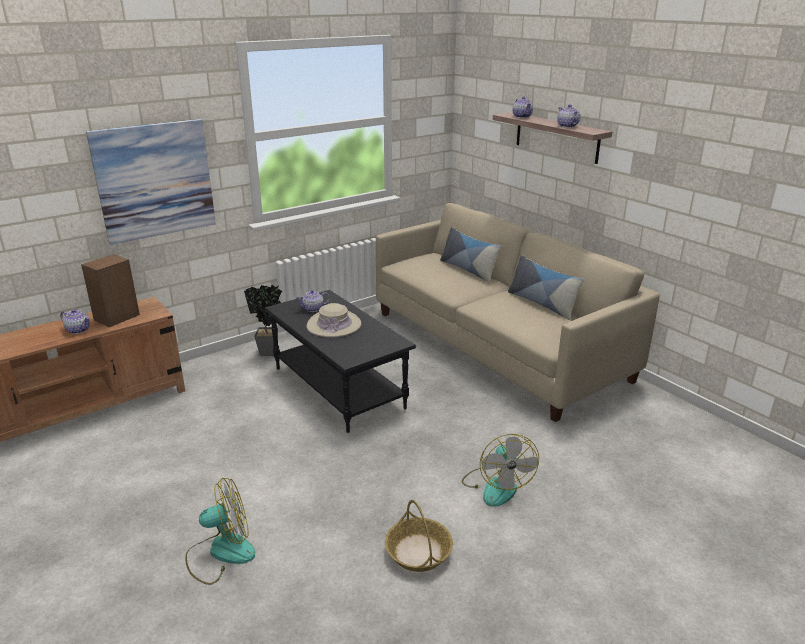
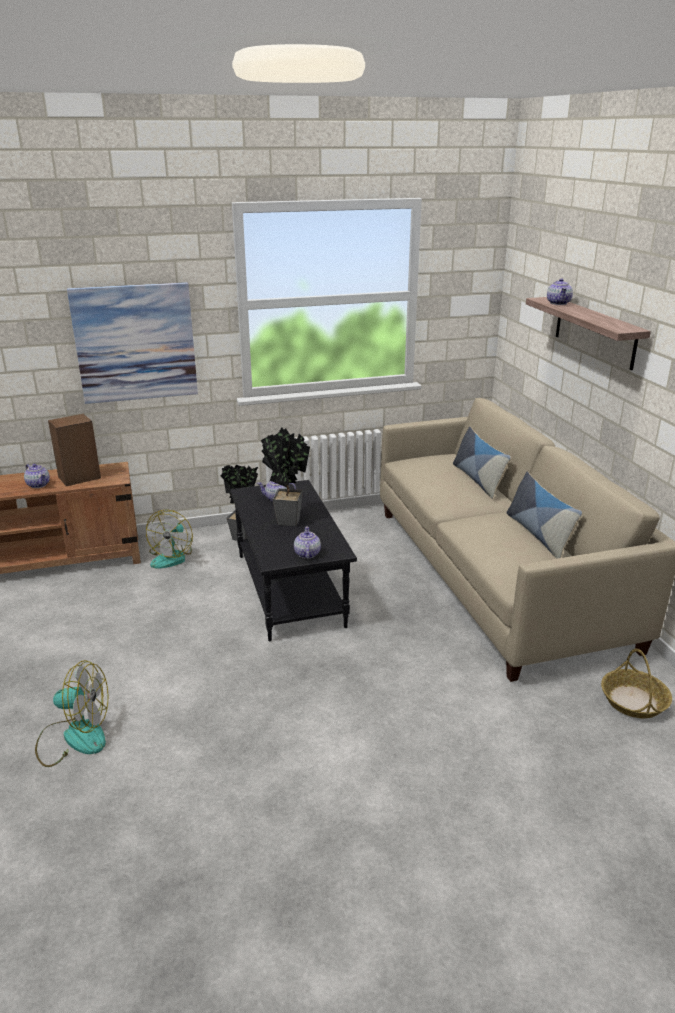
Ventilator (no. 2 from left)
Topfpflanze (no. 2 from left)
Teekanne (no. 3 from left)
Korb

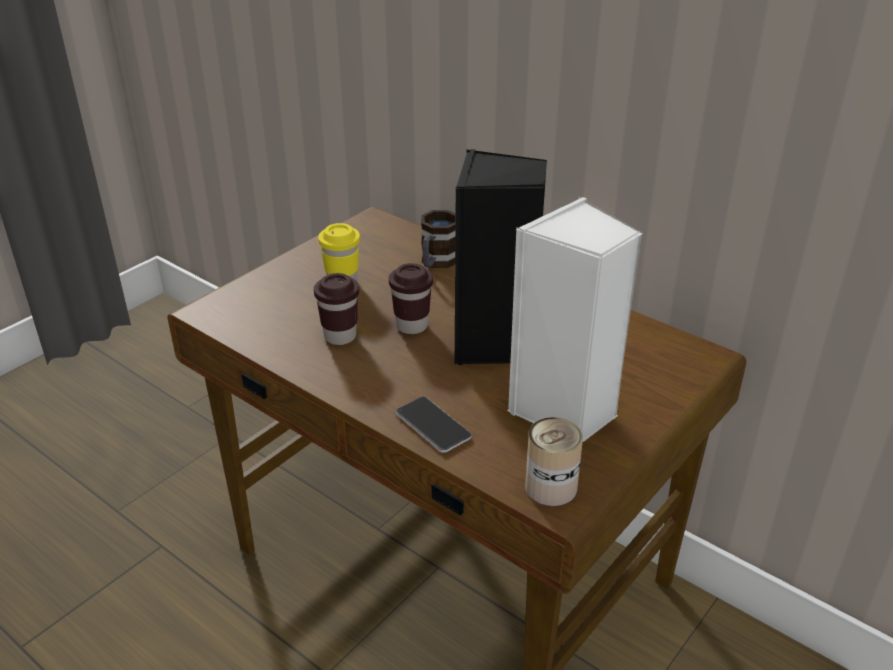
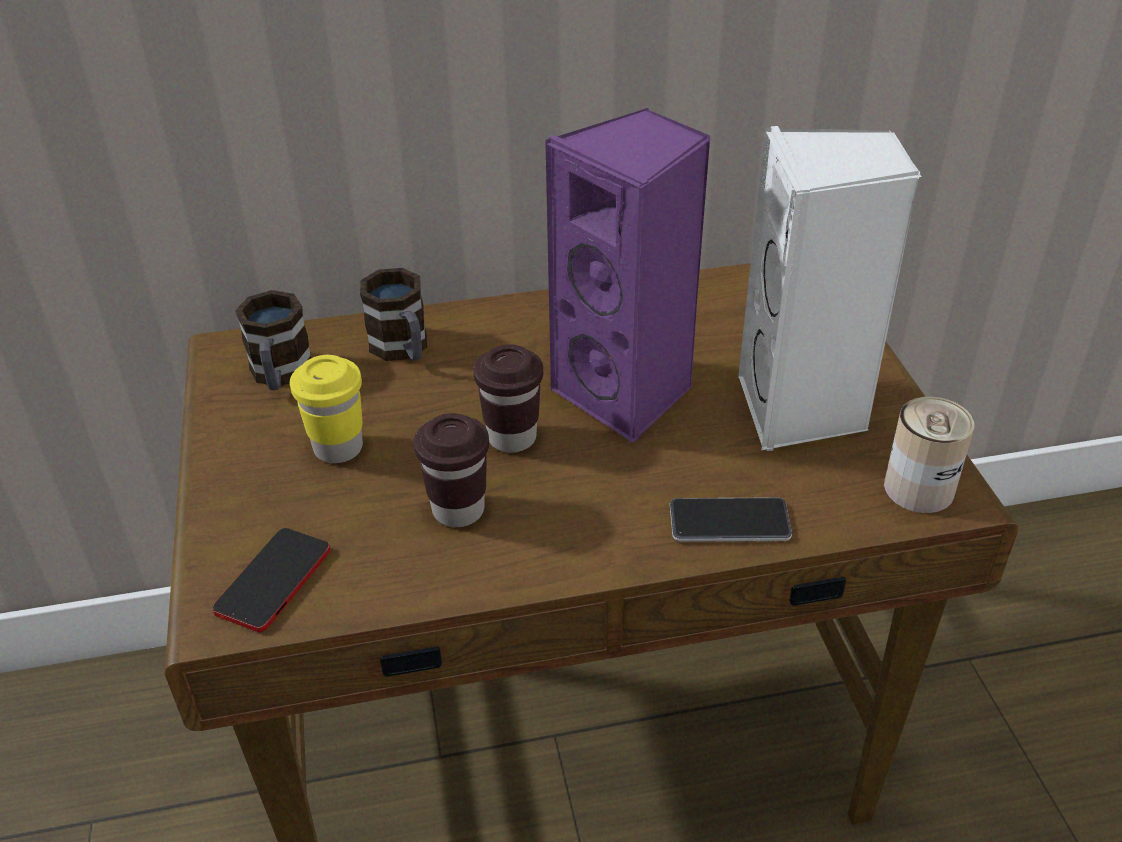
Handy (no. 1 from left)
Henkelbecher (no. 1 from left)
Lautsprecher [lila]

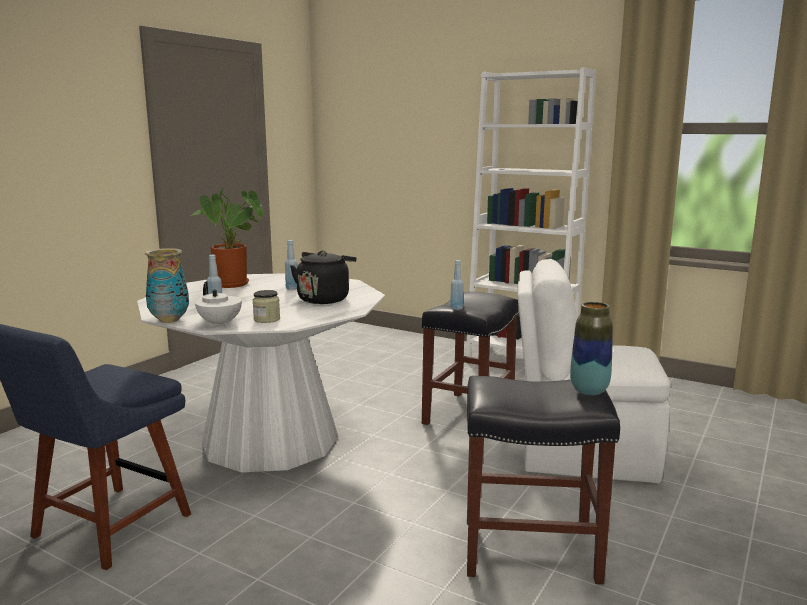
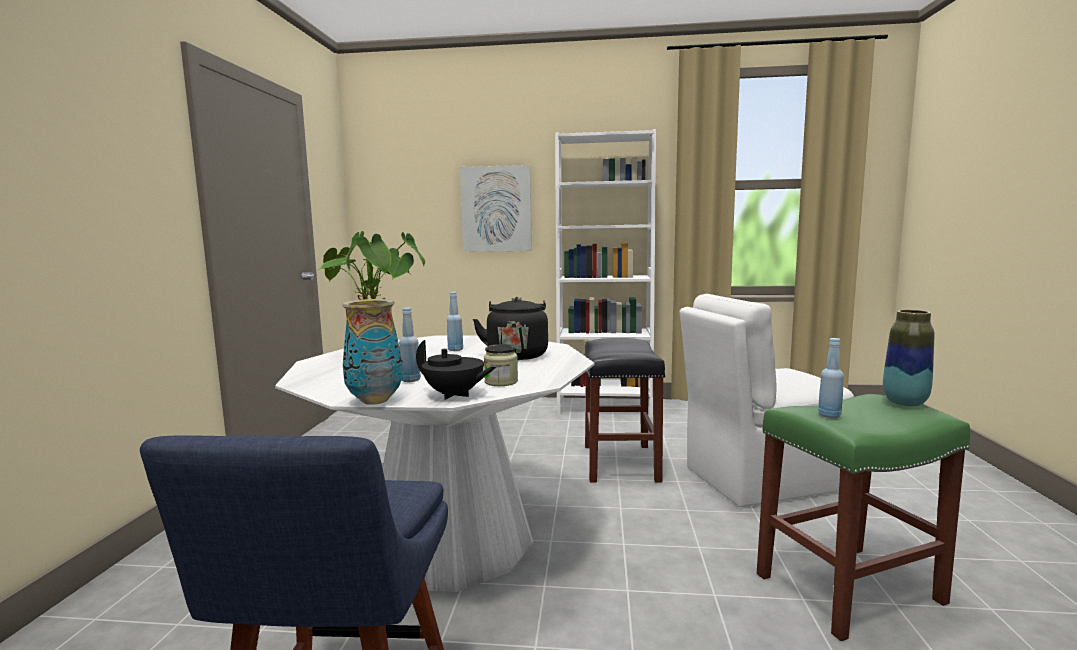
Teekanne [schwarz]
Bild
Hocker [grün]
Flasche [blau] (no. 3 from left)

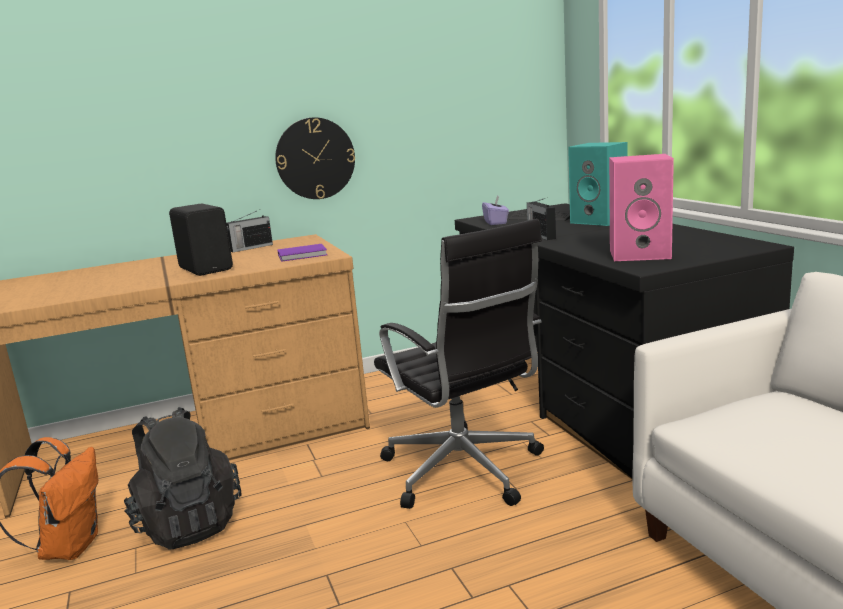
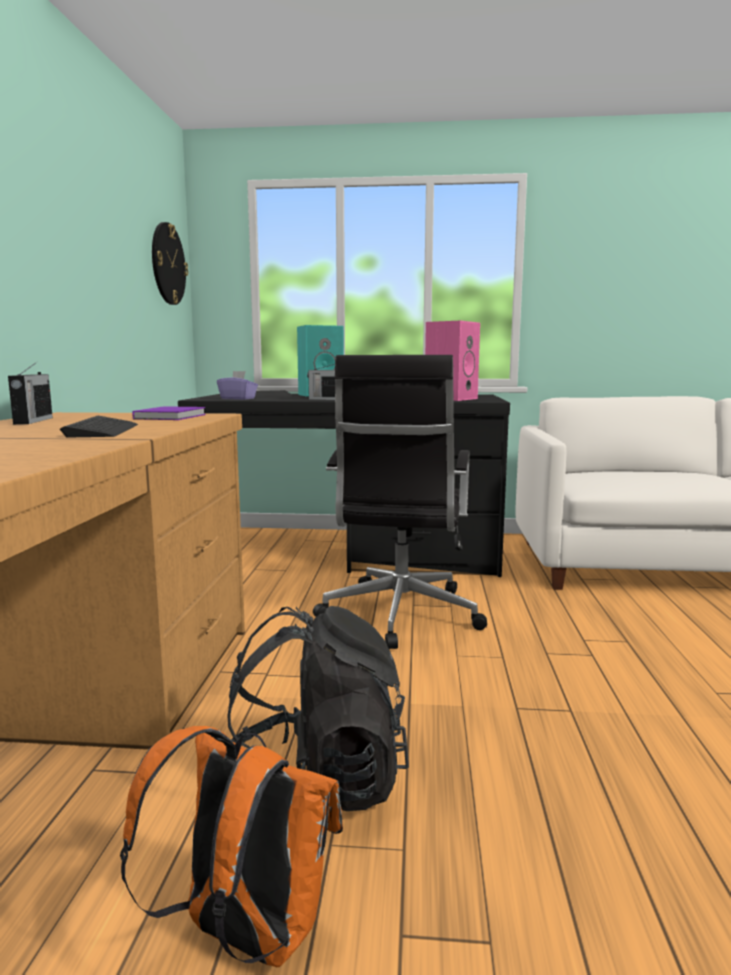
Tastatur (no. 1 from left)
Wanduhr
Bürostuhl [schwarz]

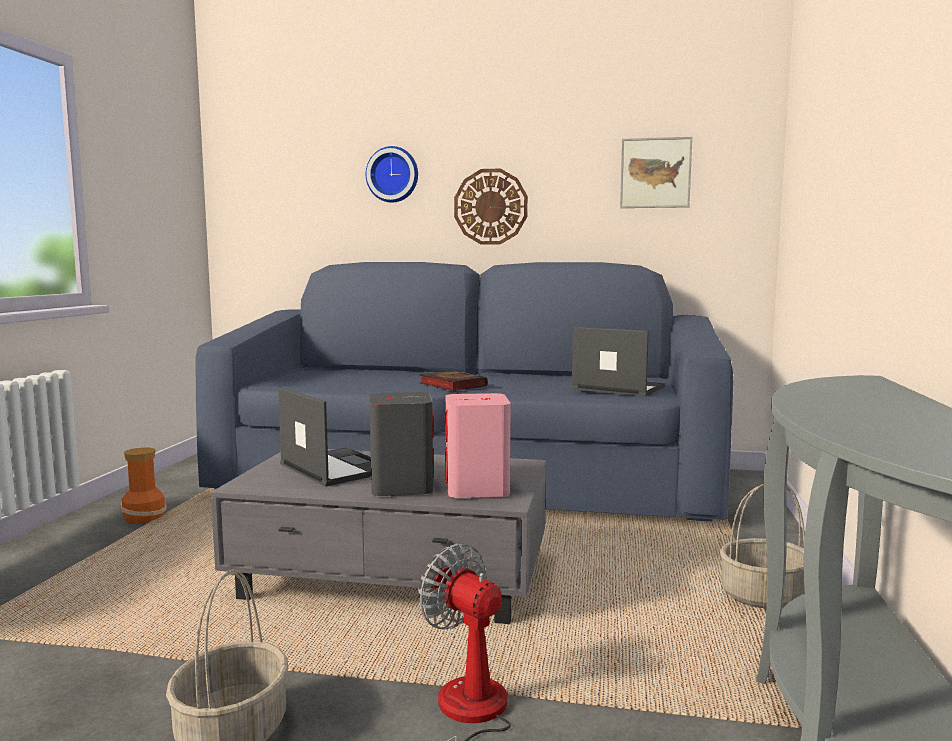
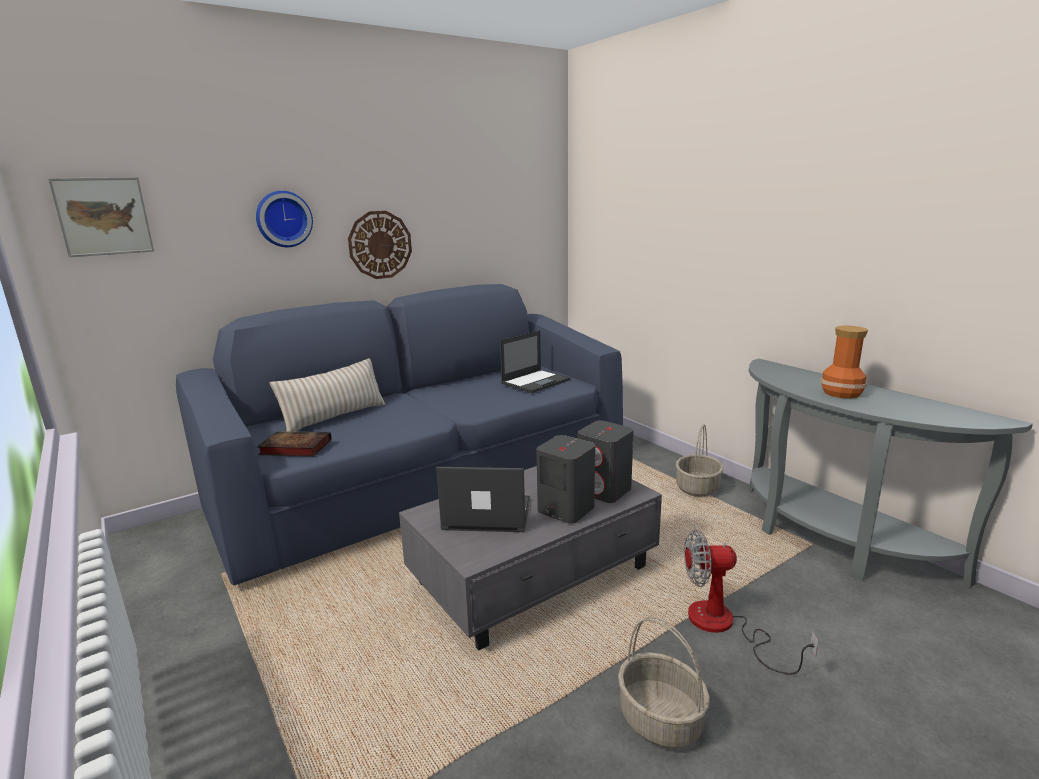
Bild
Buch
Kissen [beige]
Laptop (no. 2 from left)
Lautsprecher [grau] (no. 2 from left)
Vase

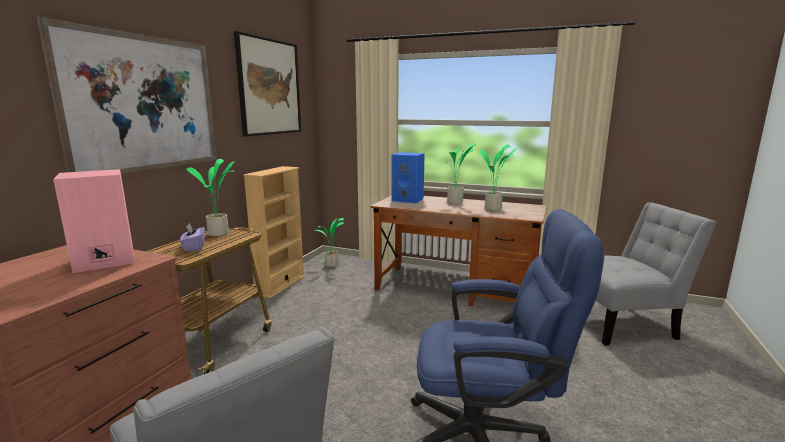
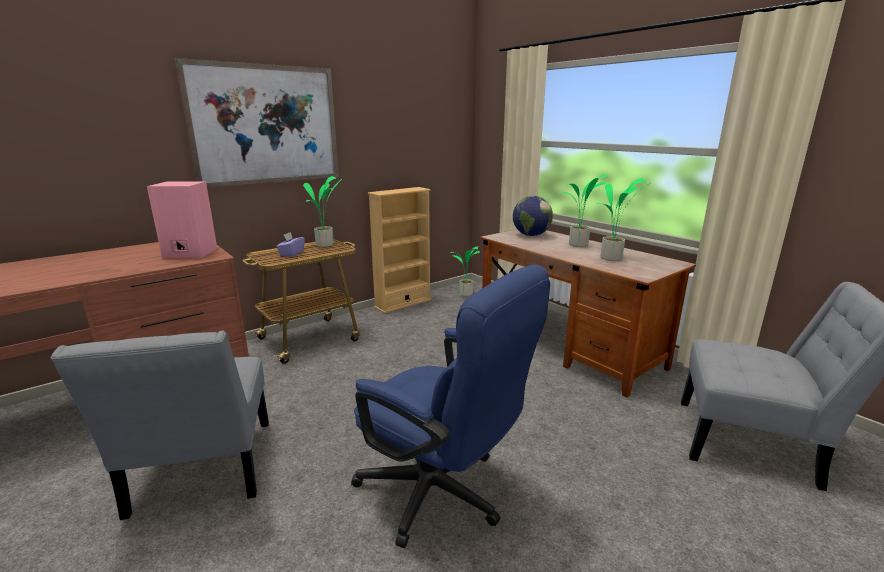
Globus
Bild (no. 2 from left in the first image)

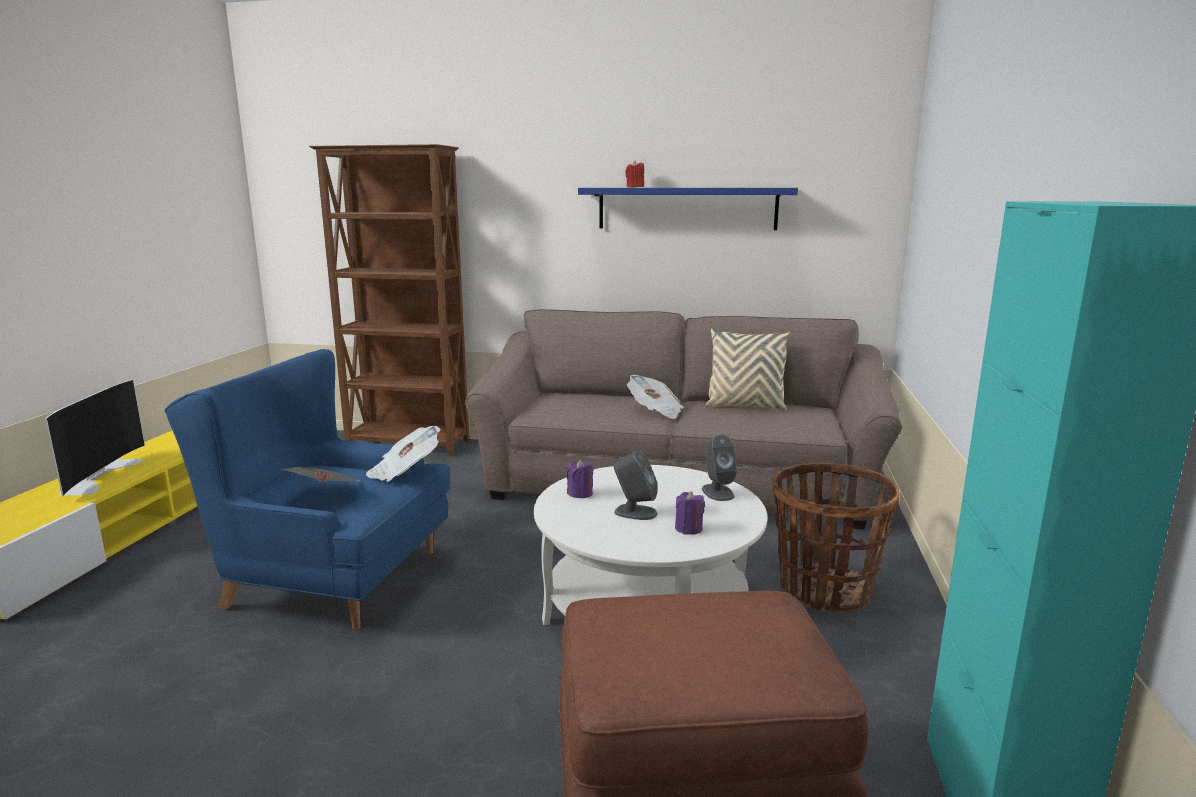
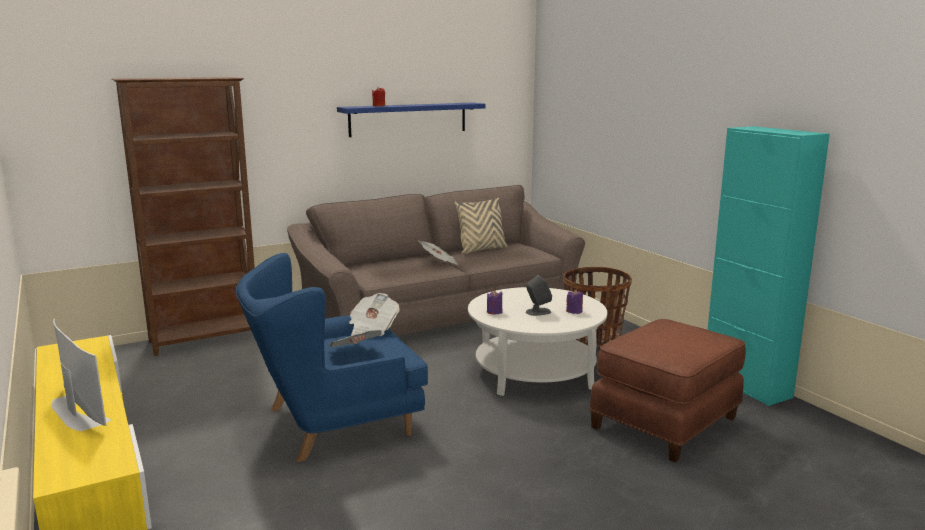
Lautsprecher [grau] (no. 2 from left in the first image)

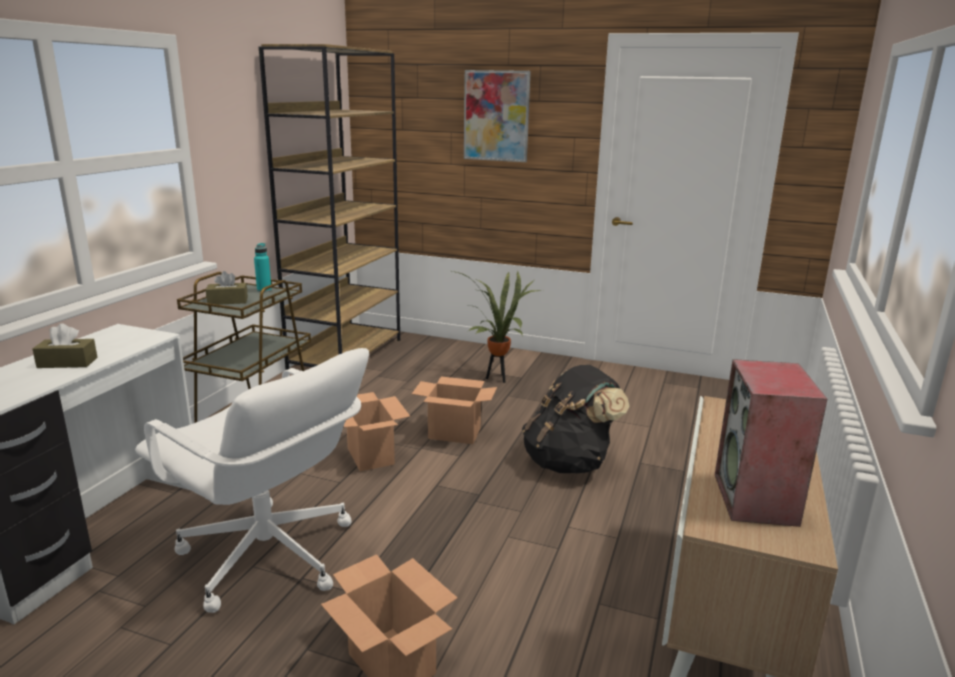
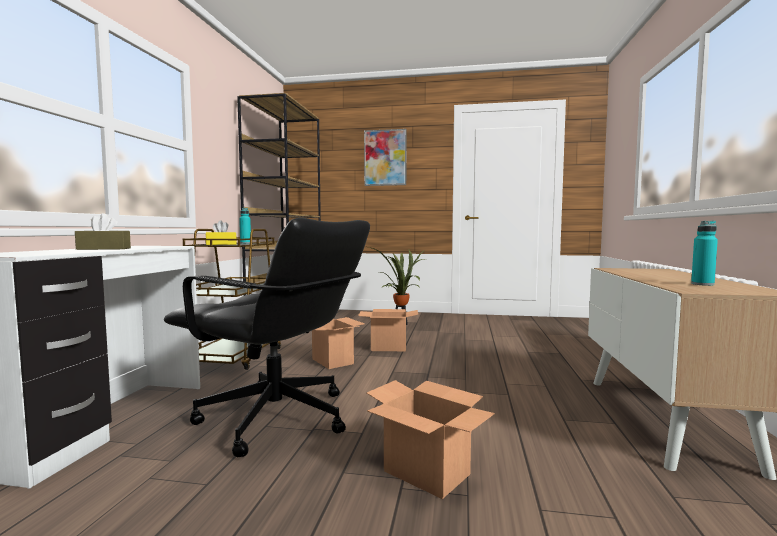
Bürostuhl [schwarz]
Taschentuchbox [gelb]
Flasche [türkis] (no. 2 from left)
Rucksack [schwarz]

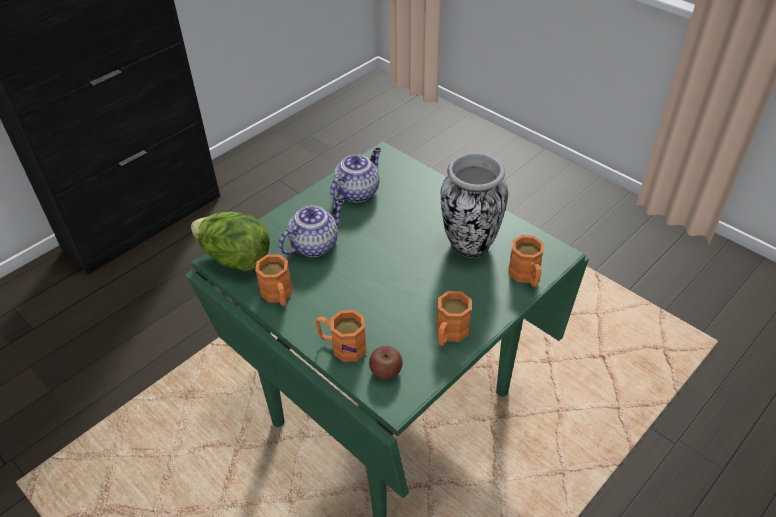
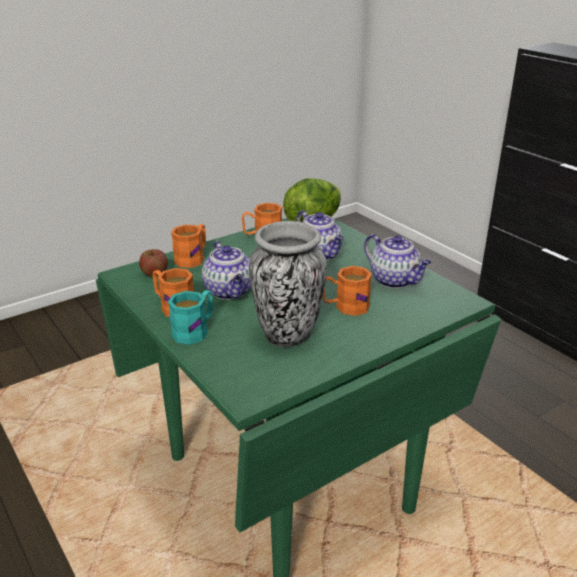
Henkelbecher [türkis]
Teekanne (no. 1 from left)
Henkelbecher [orange] (no. 4 from left)

